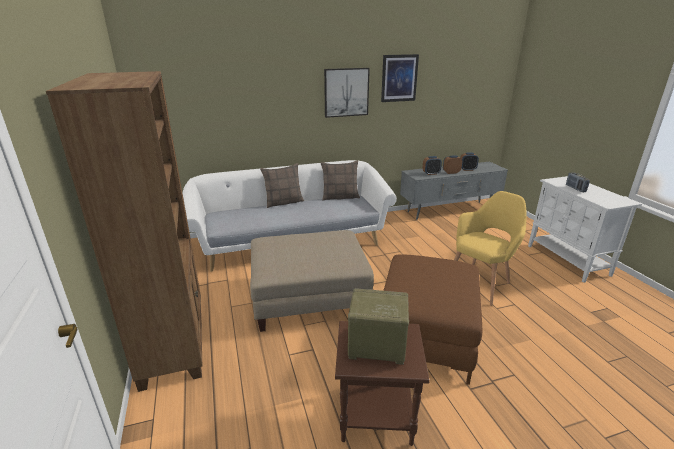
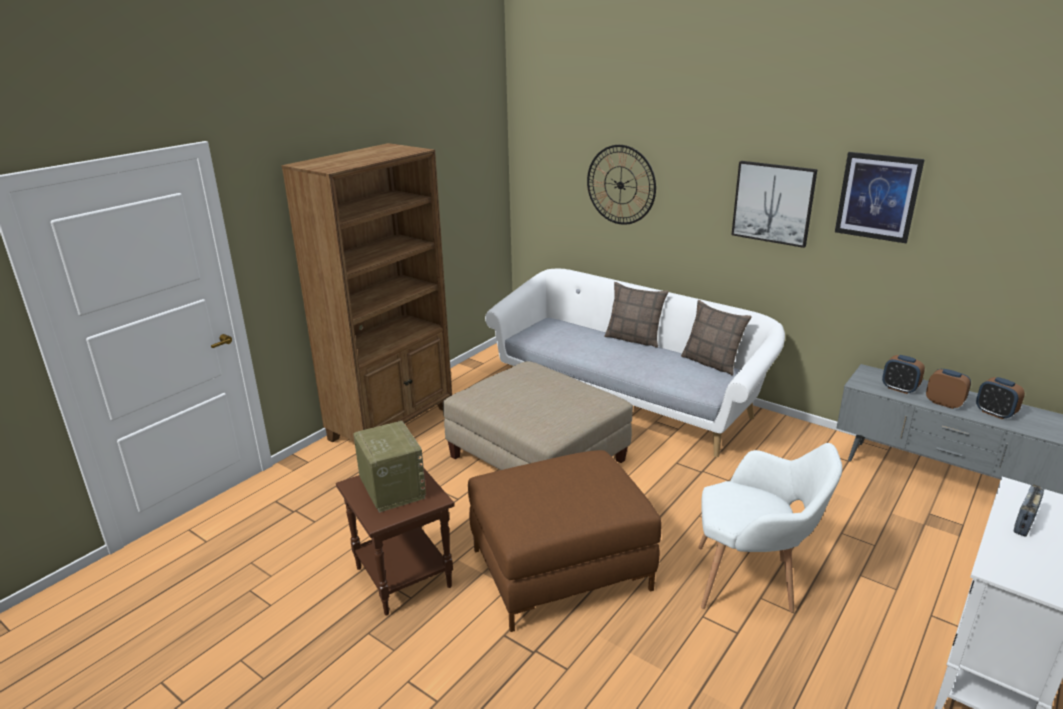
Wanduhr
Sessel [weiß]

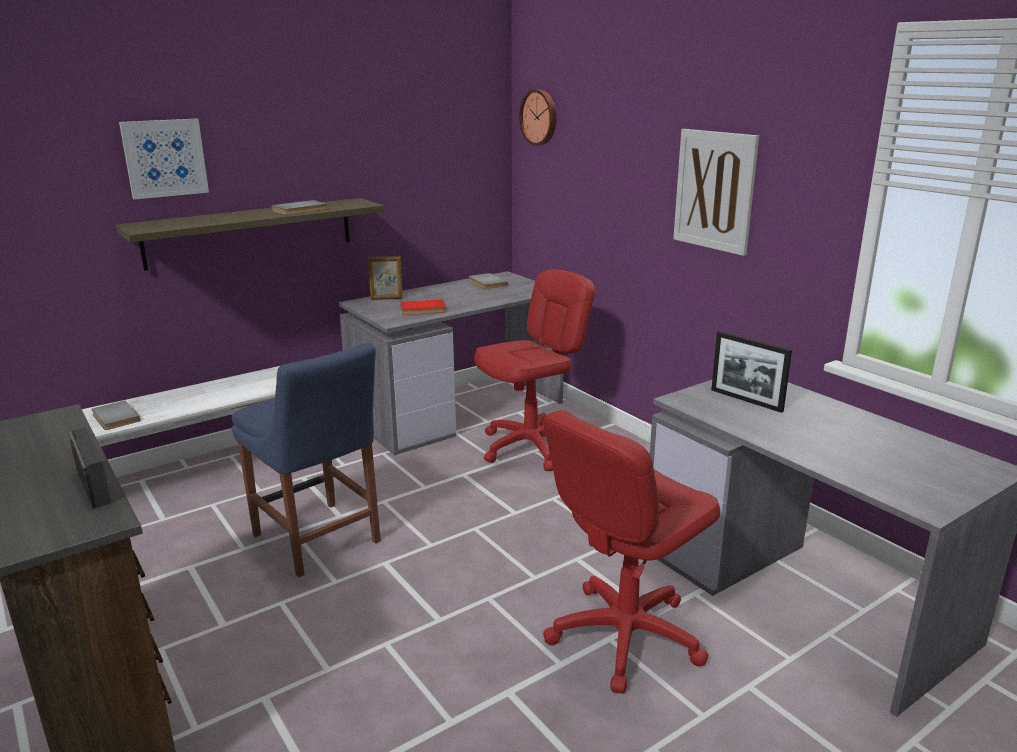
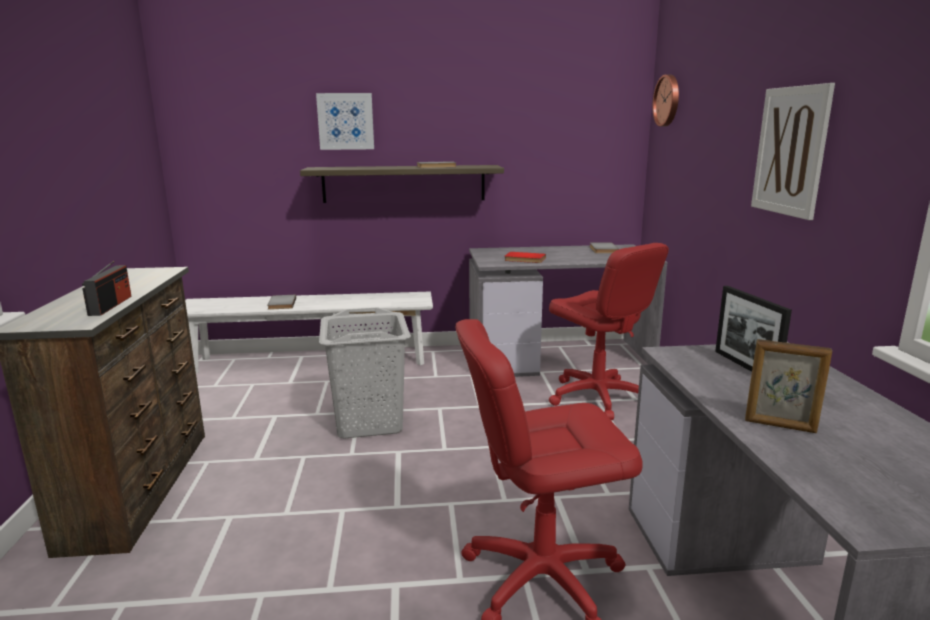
Wäschekorb [grau]
Bürostuhl [rot] (no. 2 from left)
Bilderrahmen (no. 2 from left)

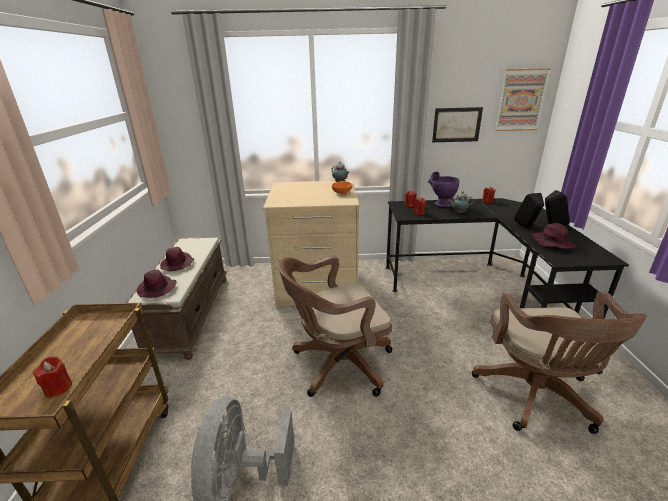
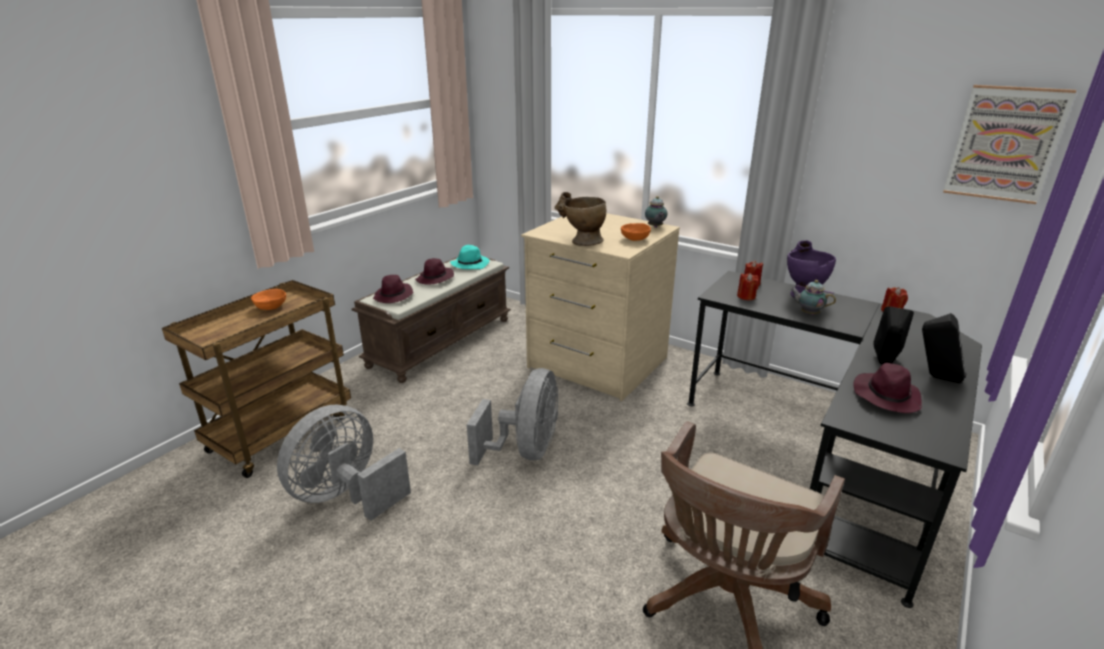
Schüssel [orange] (no. 1 from left)
Hut [türkis]
Ventilator [grau] (no. 2 from left)
Vase [beige]
Kerze [rot] (no. 1 from left in the first image)
Bild (no. 1 from left in the first image)

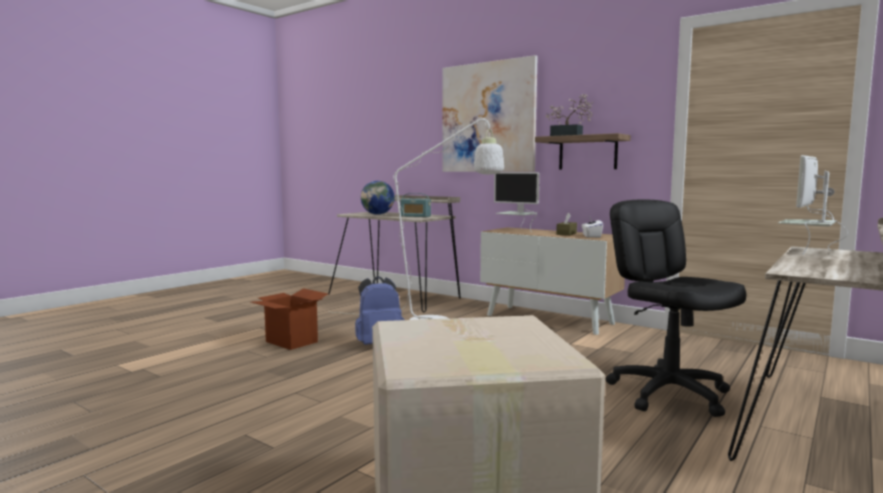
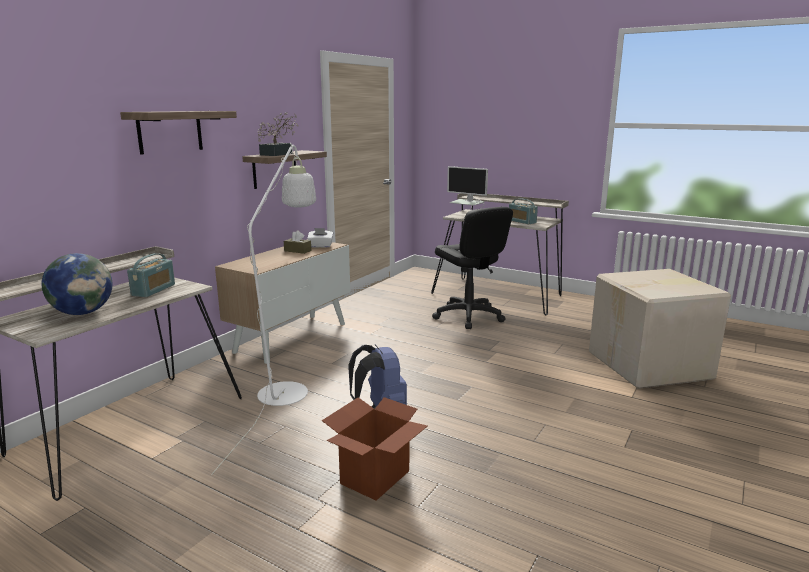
Wandregal (no. 1 from left)
Bürostuhl [schwarz]
Radio (no. 2 from left)
Monitor (no. 1 from left in the first image)

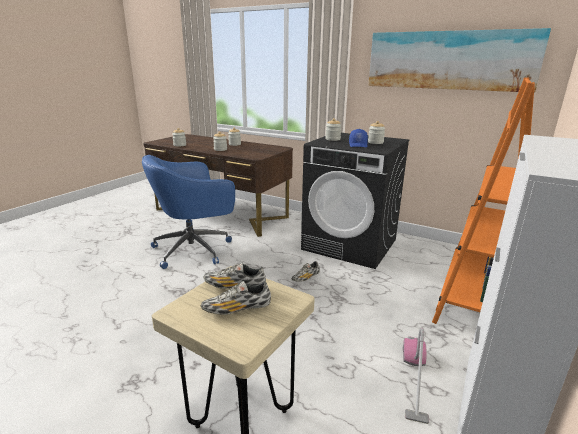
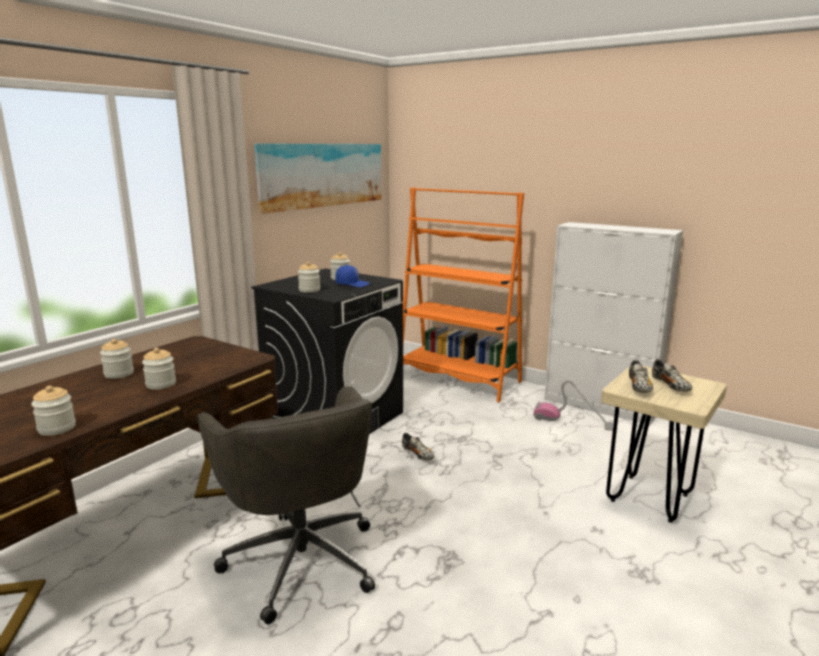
Bürostuhl [grau]

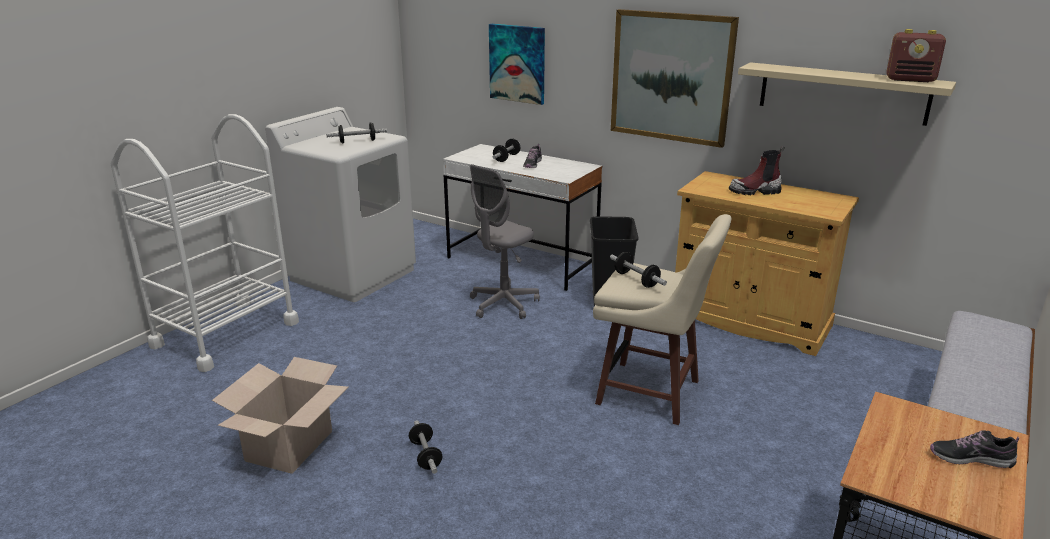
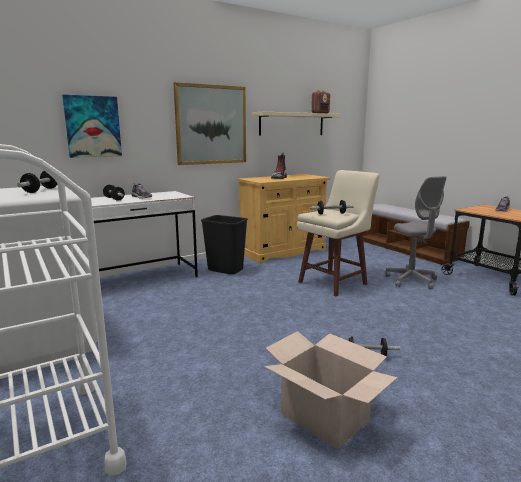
Bürostuhl [grau]

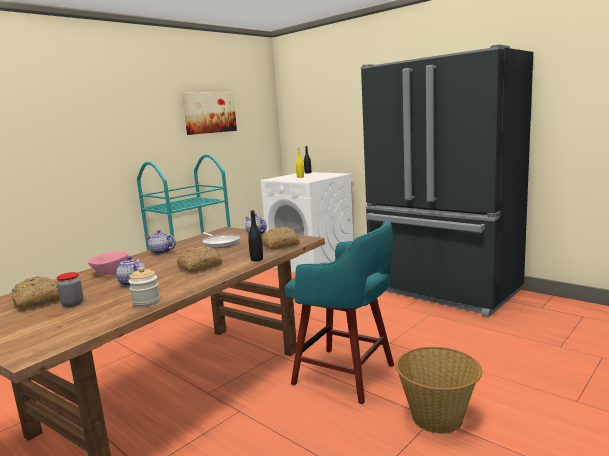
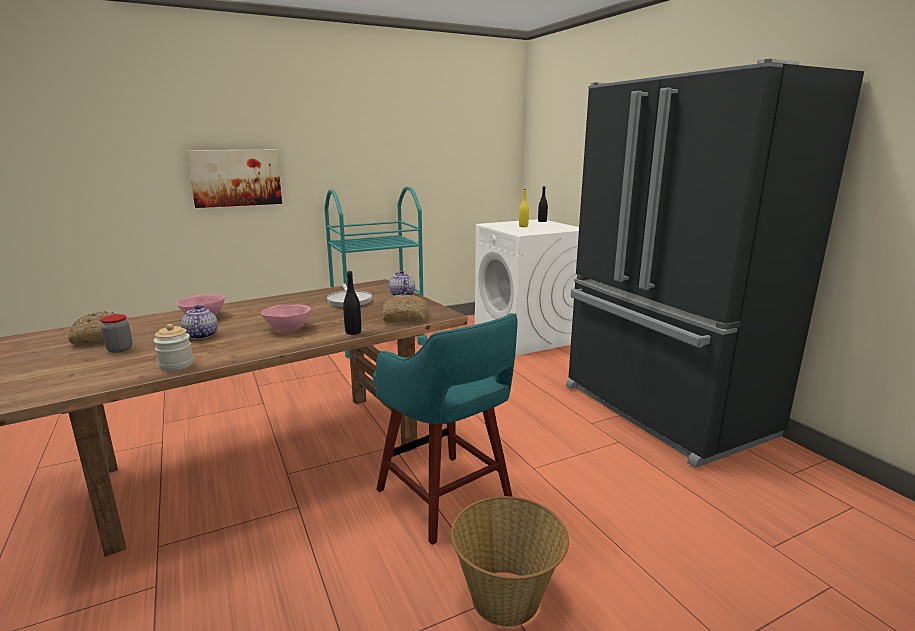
Bild
Schüssel [rosa] (no. 2 from left)
Teekanne (no. 2 from left in the first image)

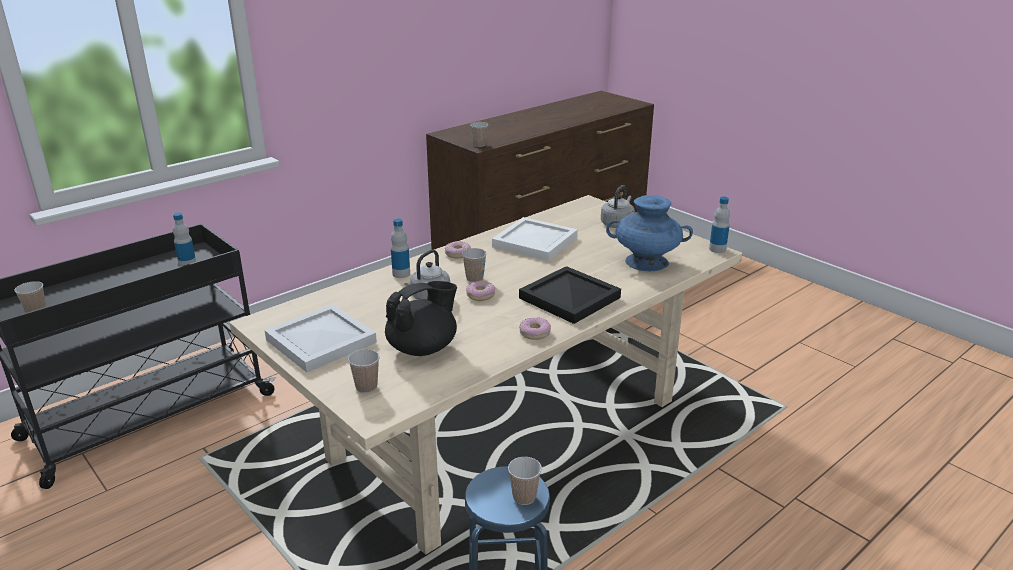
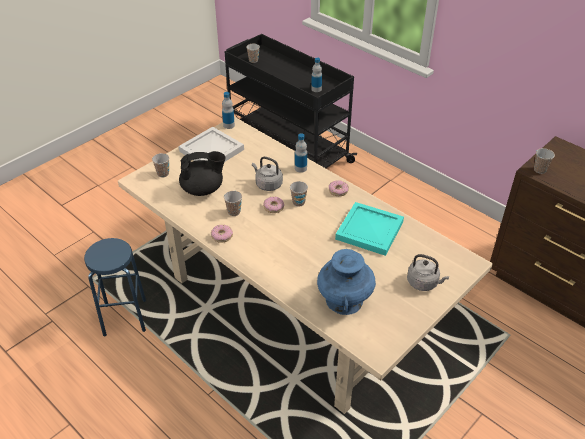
Teekanne [schwarz]
Flasche (no. 1 from left)
Tasse (no. 2 from left)
Tablett [türkis]
Tablett [schwarz]

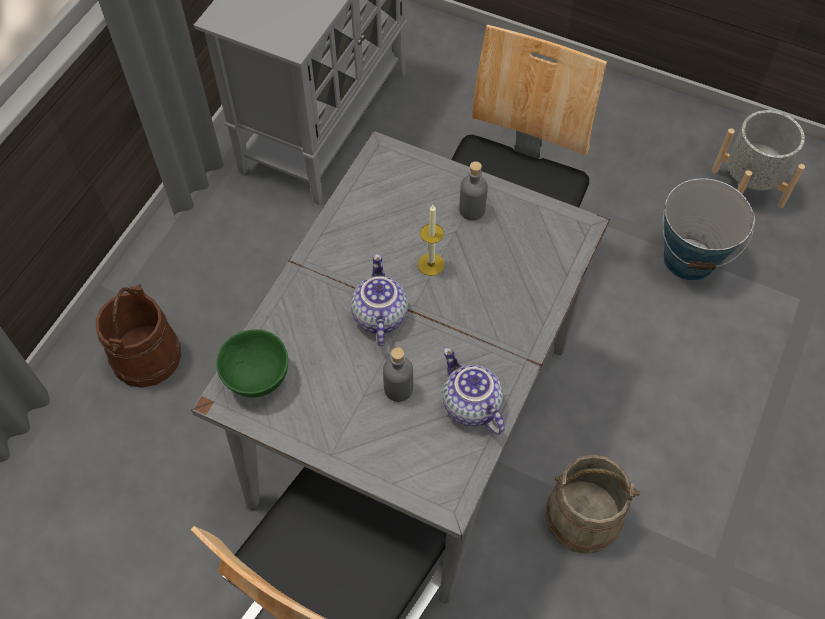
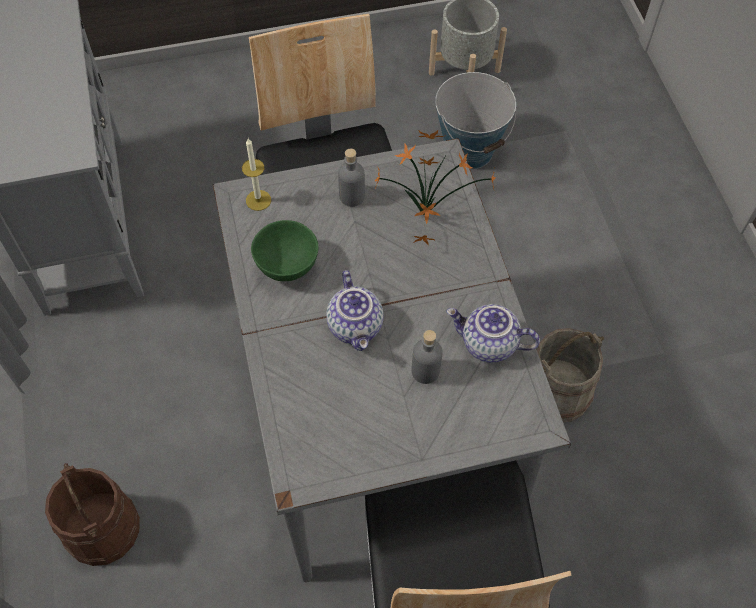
Kerze
Schüssel [grün]
Teekanne (no. 1 from left)
Topfpflanze

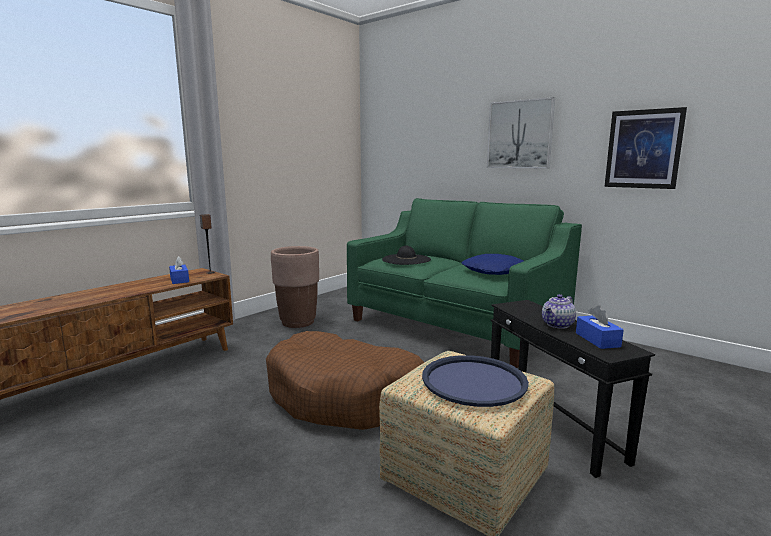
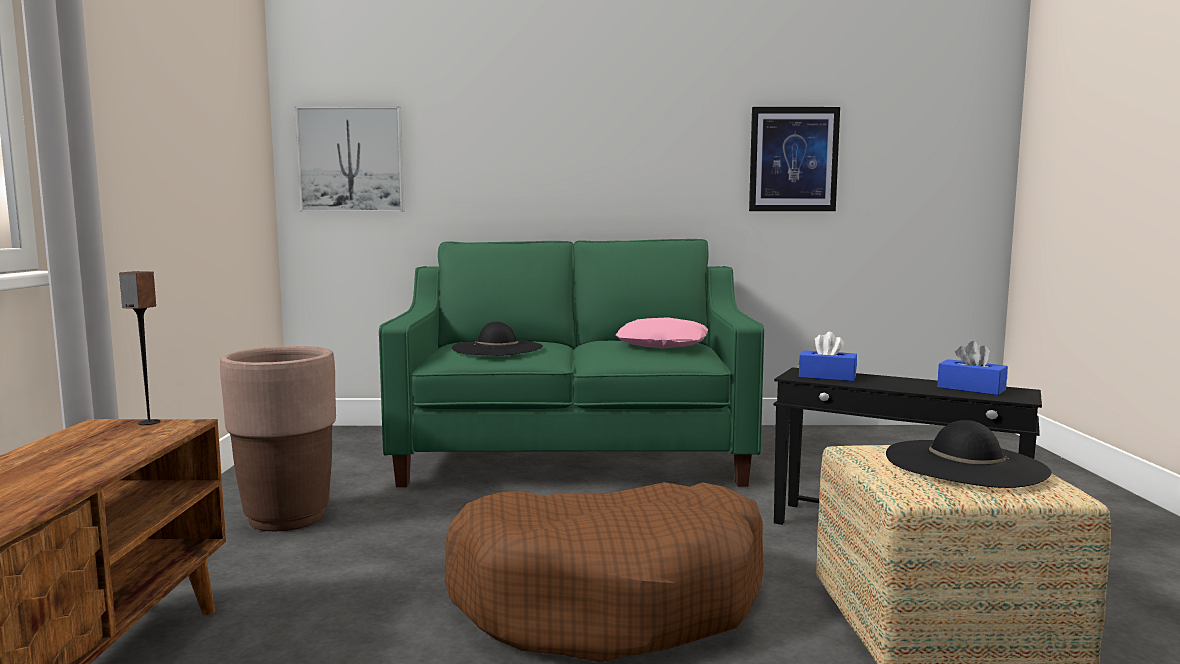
Bild (no. 1 from left)
Kissen [rosa]
Taschentuchbox [blau] (no. 1 from left)
Hut [schwarz] (no. 2 from left)
Teekanne

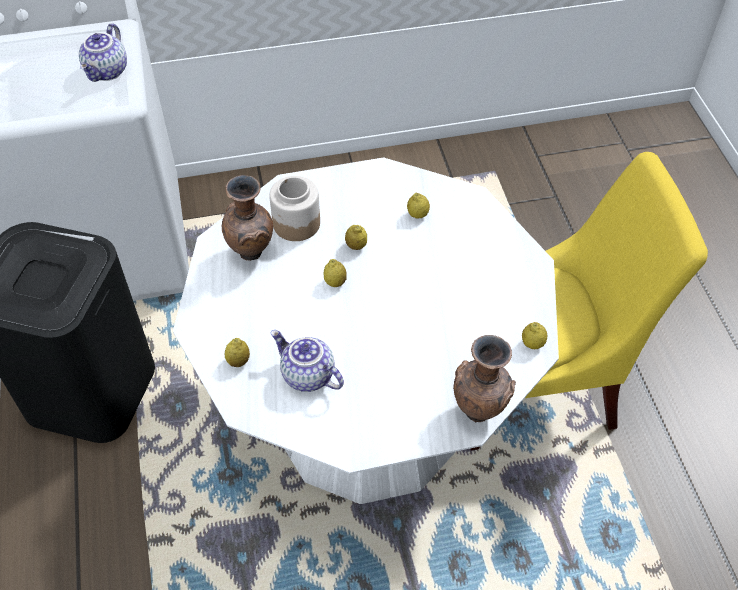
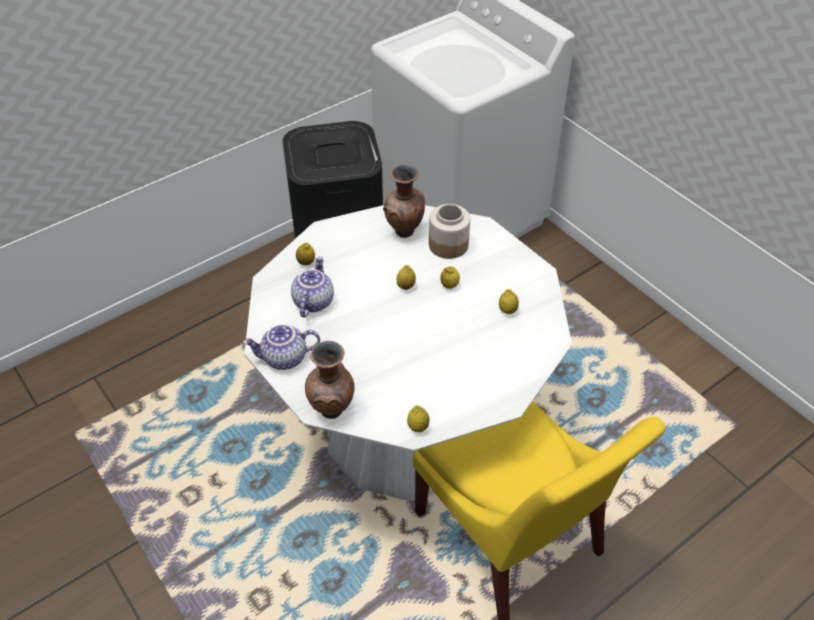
Teekanne (no. 1 from left)

